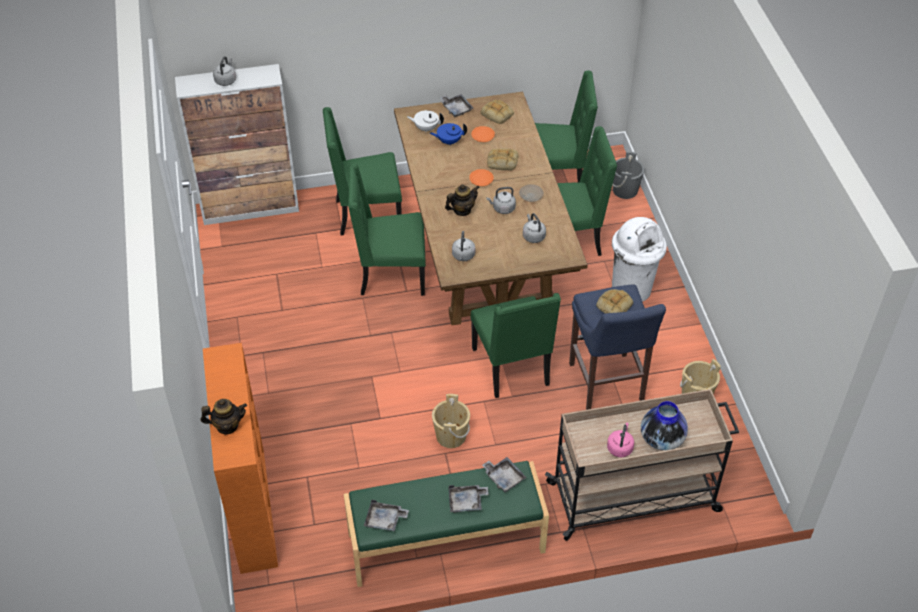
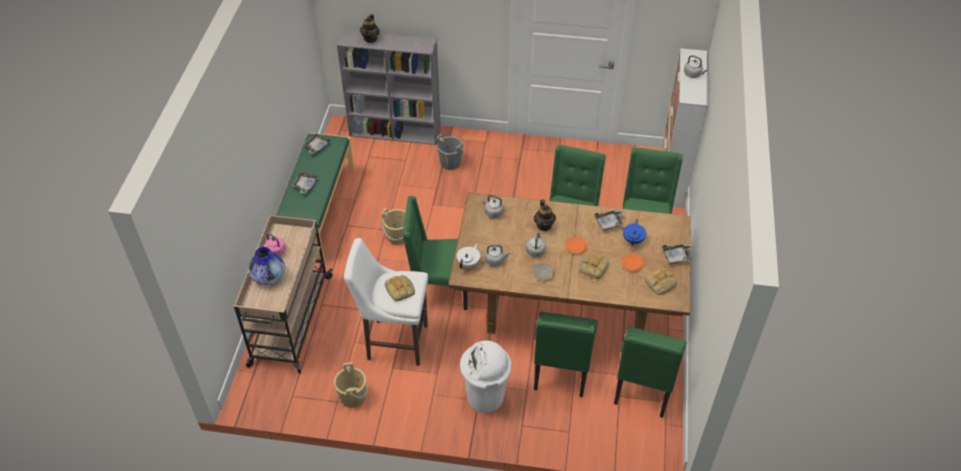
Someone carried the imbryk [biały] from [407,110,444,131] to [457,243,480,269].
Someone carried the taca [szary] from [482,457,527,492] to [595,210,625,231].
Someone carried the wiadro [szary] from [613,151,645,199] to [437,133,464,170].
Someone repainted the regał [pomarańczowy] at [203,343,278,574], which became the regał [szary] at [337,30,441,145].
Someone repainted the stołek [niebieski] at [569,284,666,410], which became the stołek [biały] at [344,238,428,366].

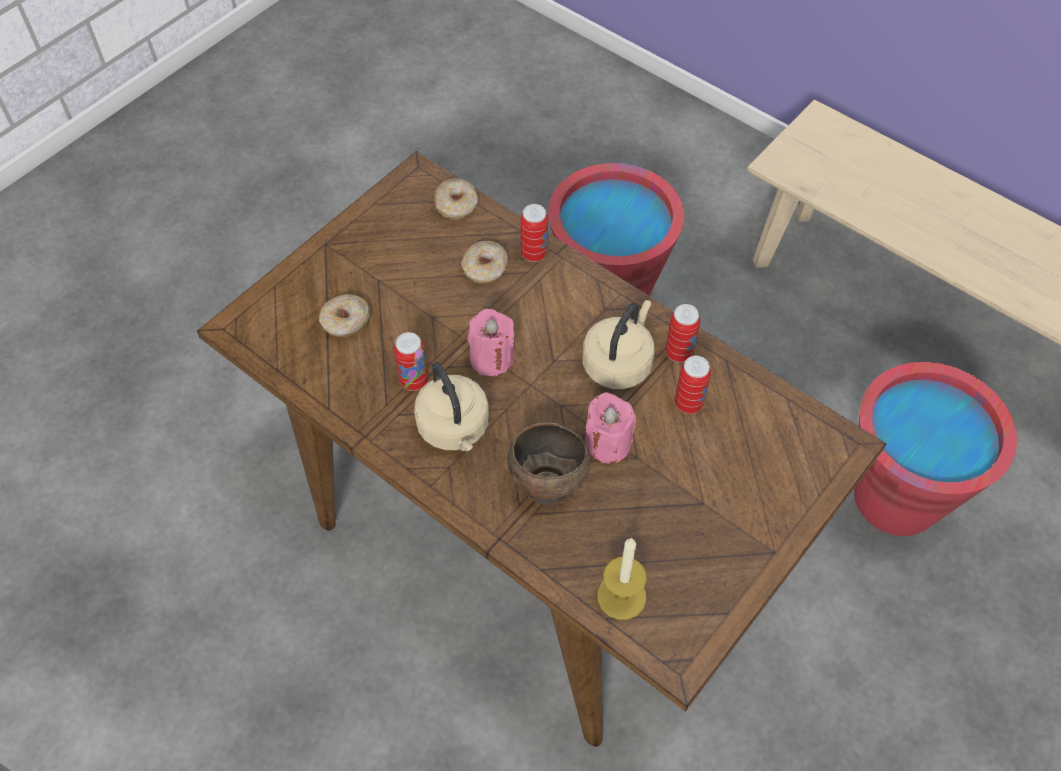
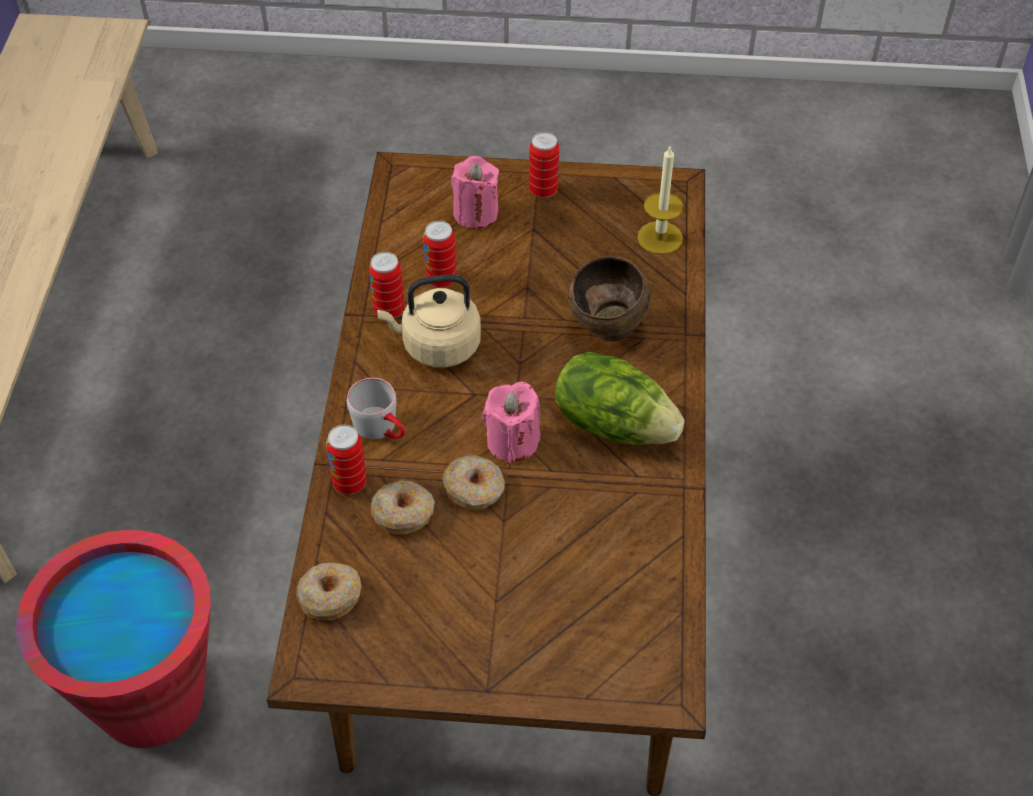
Someone took away the wiadro [czerwony] at [854,362,1017,536].
Someone put down the kubek [szary] at [347,378,405,440].
Someone carried the donut from [319,294,370,337] to [442,455,505,510].
Someone carried the puszka from [394,332,428,391] to [529,132,559,198].
Someone carried the świeca [różowy] from [585,392,636,464] to [451,156,499,229].
Someone swapped the czajnik [beżowy] at [414,362,489,451] for the sałata at [555,352,685,445].

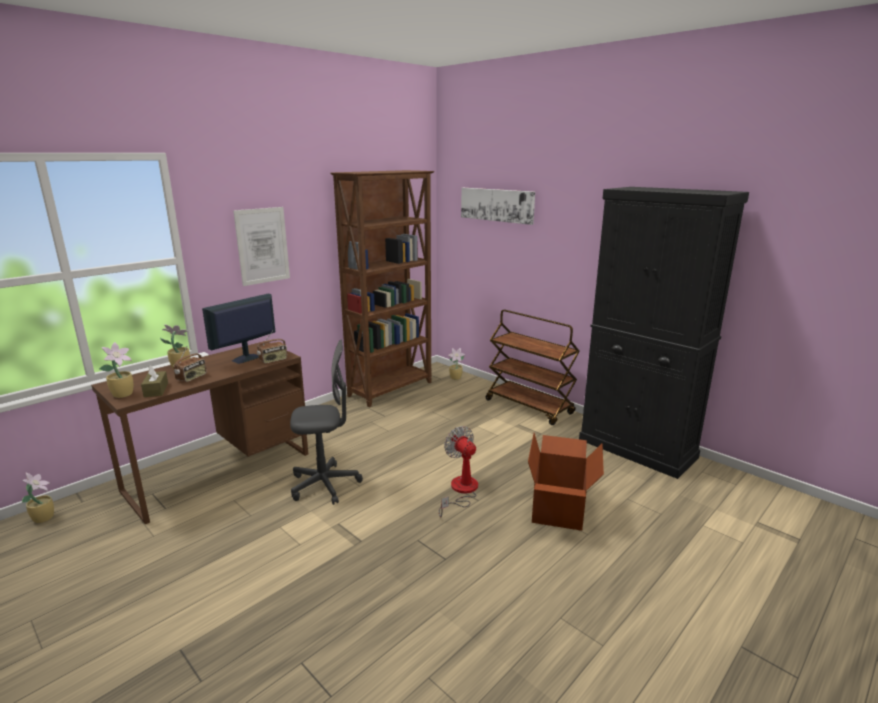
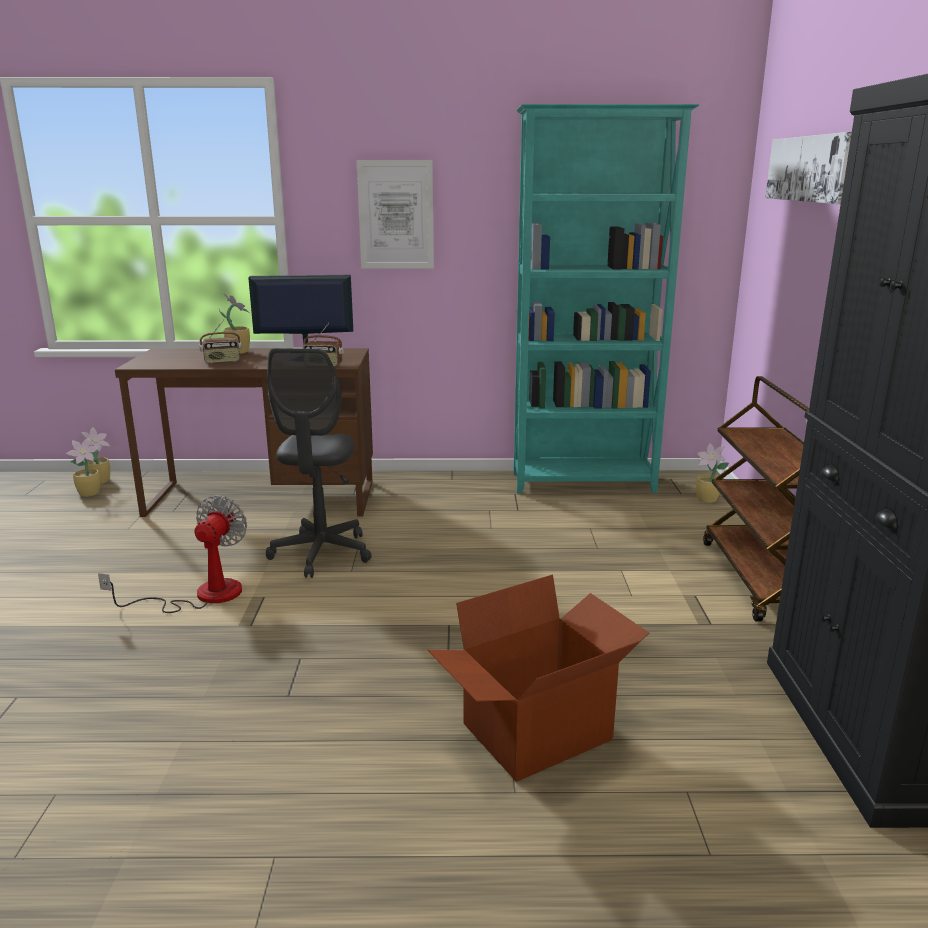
Someone took away the pudełko chusteczek [brązowy] at [141,365,168,397].
Someone carried the roślina doniczkowa from [99,342,133,398] to [66,438,100,497].
Someone carried the wentylator from [439,426,478,517] to [98,495,247,613].
Someone repainted the regał [brązowy] at [330,170,435,407], which became the regał [turkusowy] at [513,104,699,493].
Someone rotated the krzesło biurowe [szary] at [290,339,363,505] by 60 degrees clockwise.

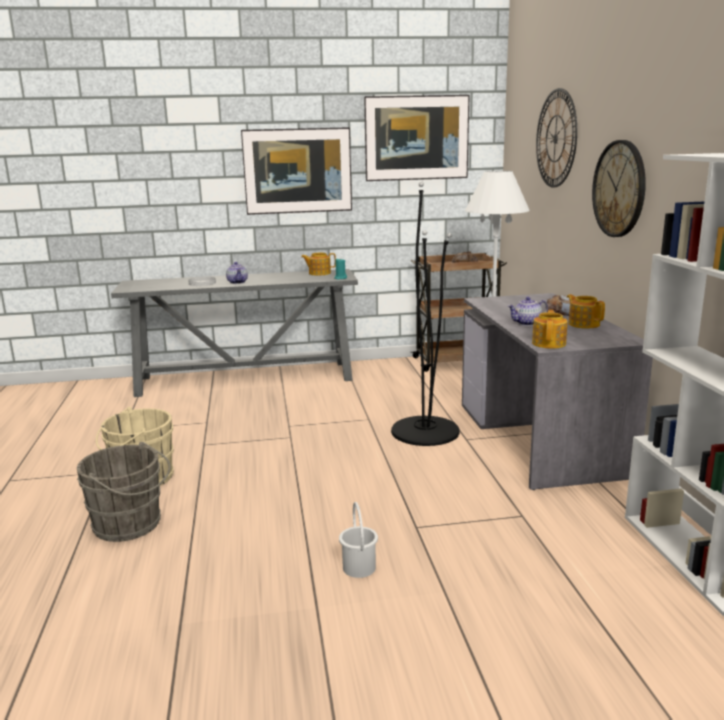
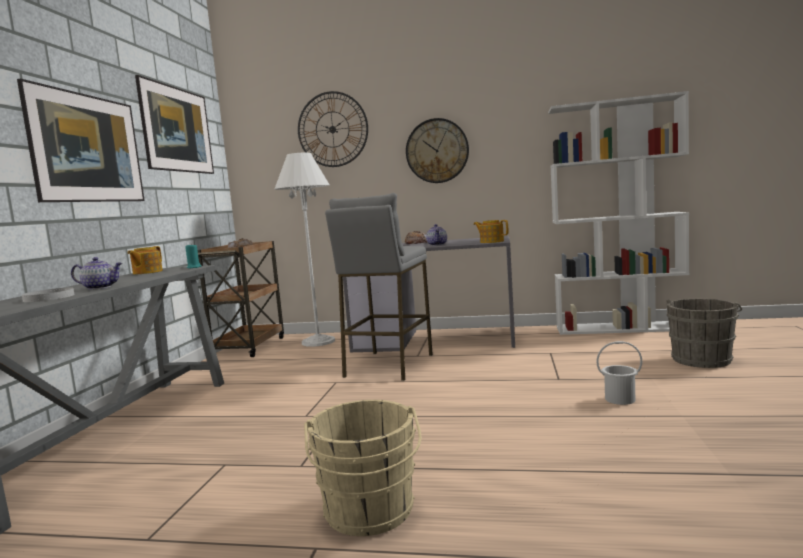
Someone took away the imbryk at [567,294,605,329].
Someone carried the wiadro [szary] from [77,442,171,542] to [666,299,742,368].
Someone swapped the lampa stojąca [czarny] at [391,182,460,446] for the stołek [szary] at [325,193,433,381].

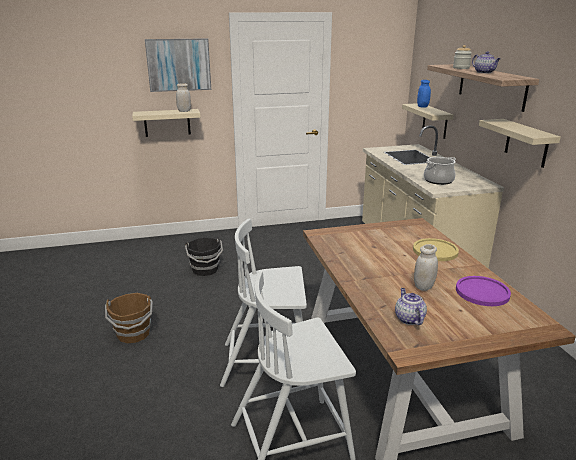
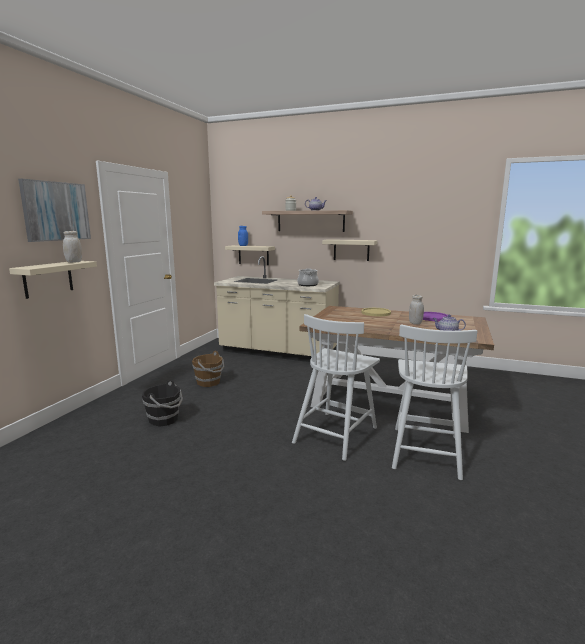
Someone carried the wiadro [brązowy] from [105,293,153,343] to [192,351,224,387].

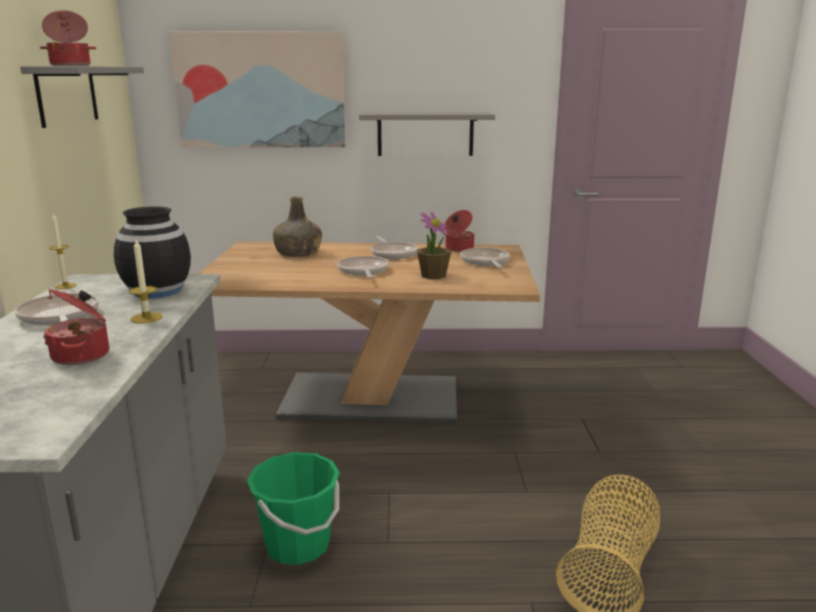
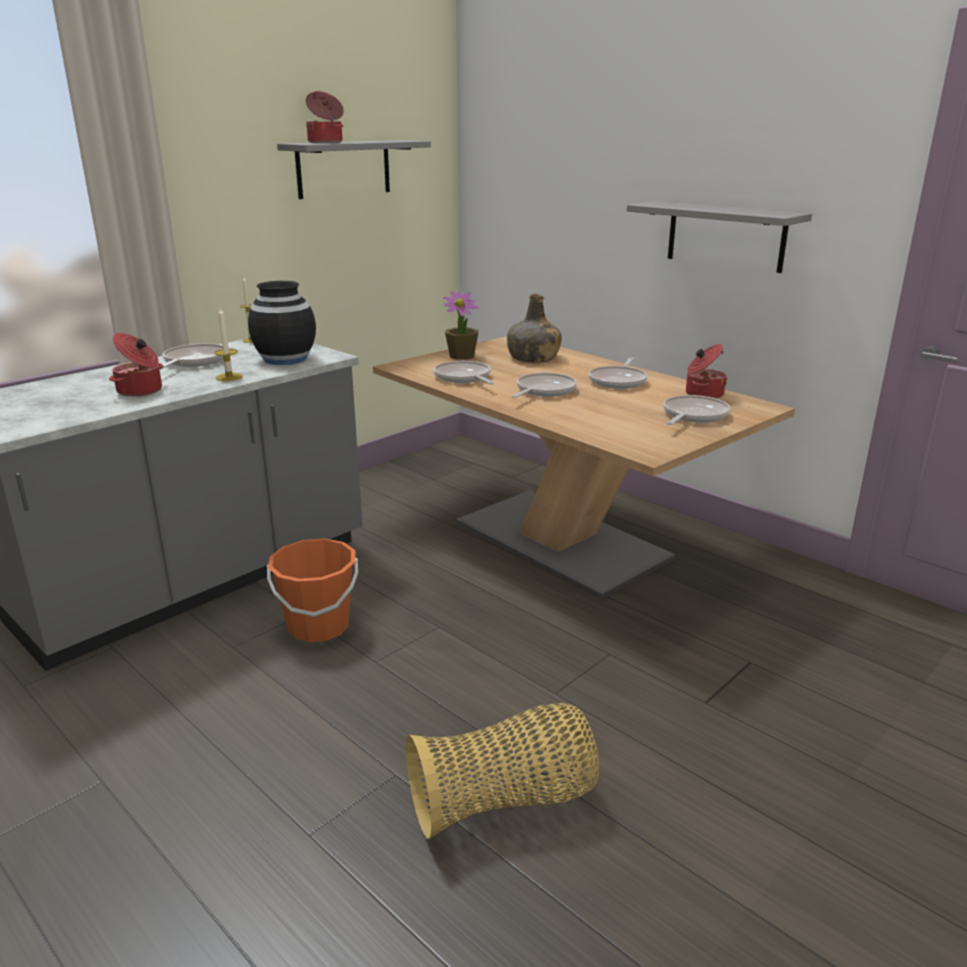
Someone took away the obraz at [169,31,346,148].
Someone put down the patelnia at [434,361,494,384].
Someone carried the roślina doniczkowa from [417,212,451,279] to [443,291,479,360].
Someone repainted the wiadro [zielony] at [247,452,340,565], which became the wiadro [pomarańczowy] at [267,538,358,642].

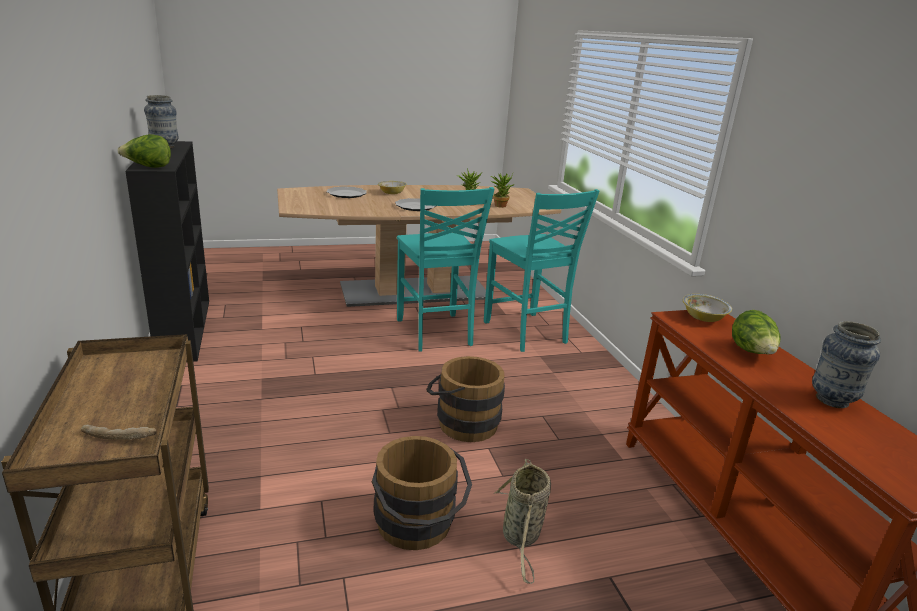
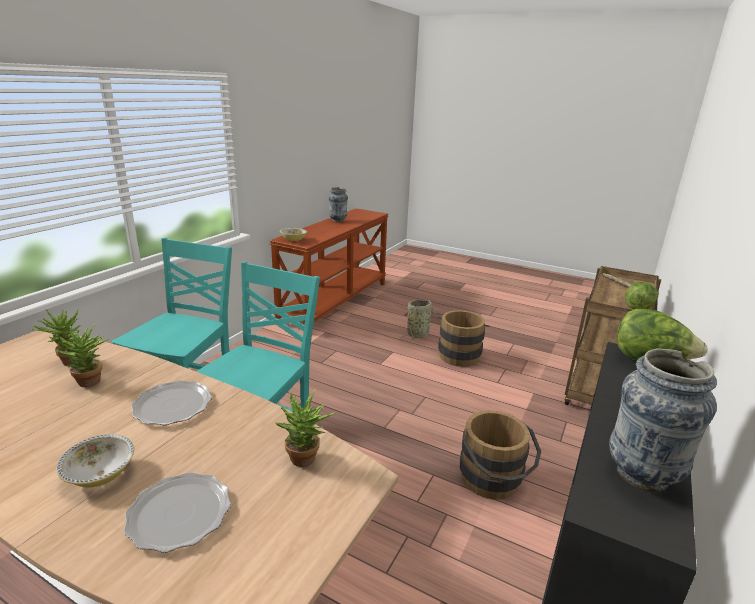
Someone put down the roślina doniczkowa at [275,389,335,467].
Someone carried the wiadro [brązowy] from [426,356,505,442] to [460,410,541,500].
Someone carried the sałata from [732,310,781,354] to [625,281,658,310].

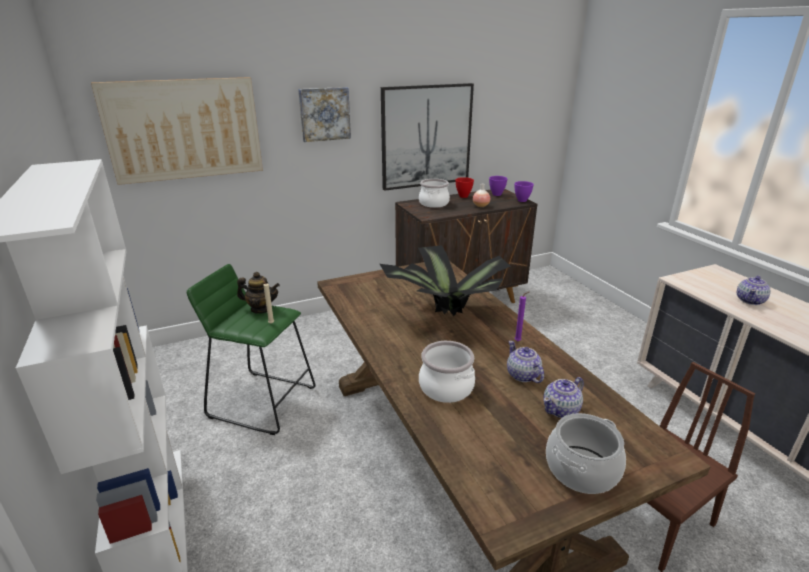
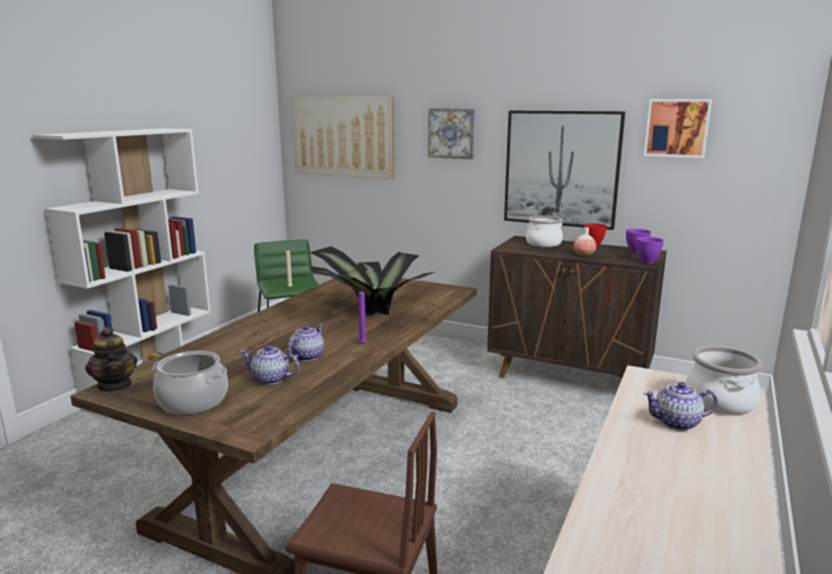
Someone put up the obraz at [644,99,712,158].
Someone carried the imbryk from [237,272,280,314] to [85,327,138,392].
Someone carried the garnek from [419,341,475,403] to [686,346,762,415].

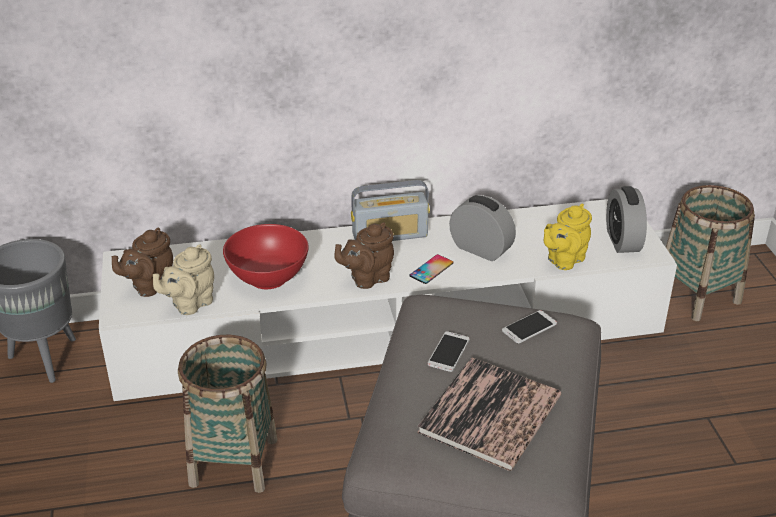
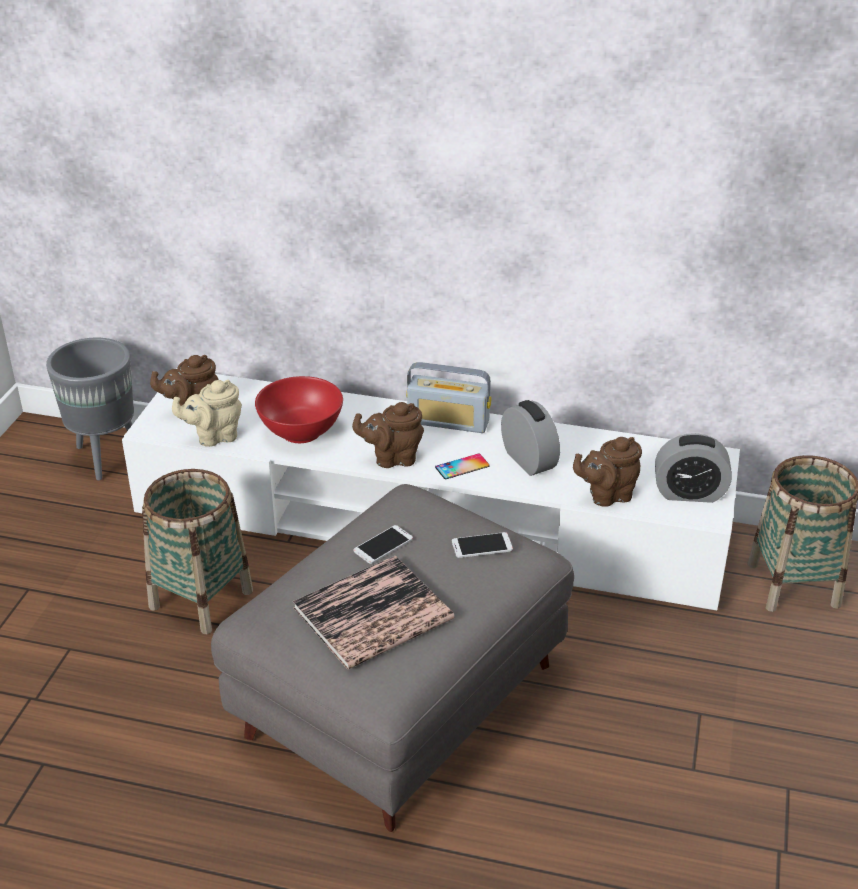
Someone repainted the imbryk [żółty] at [544,203,592,270], which became the imbryk [brązowy] at [573,437,642,507].
Someone rotated the budzik at [606,186,647,253] by 105 degrees counterclockwise.

